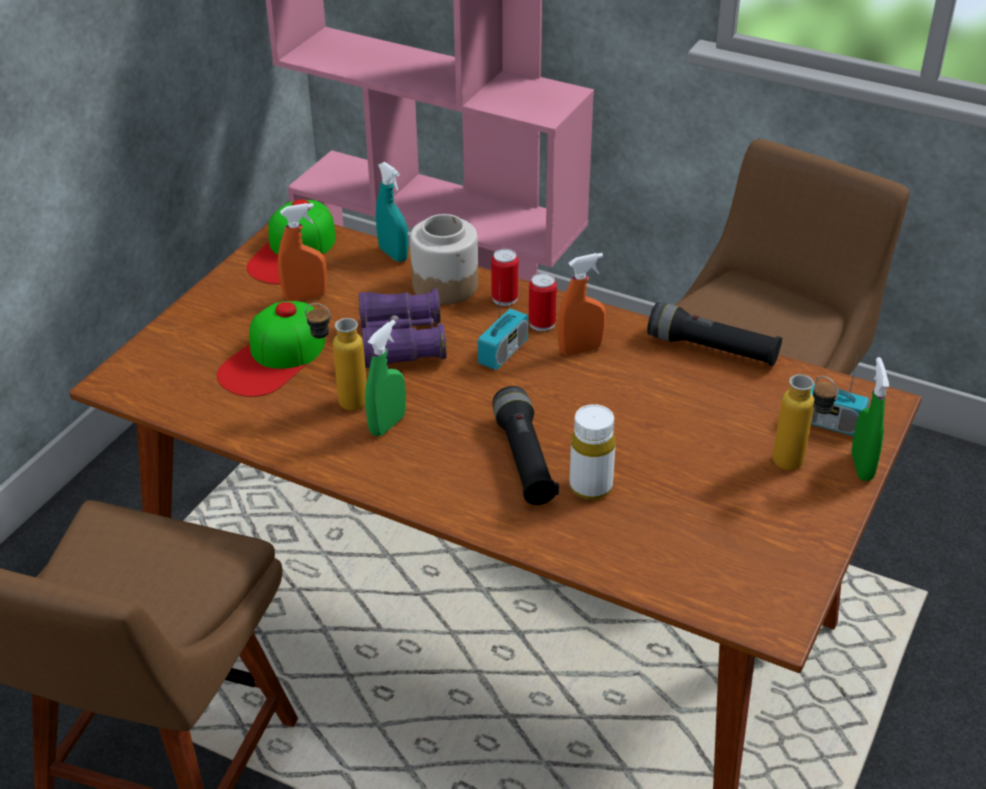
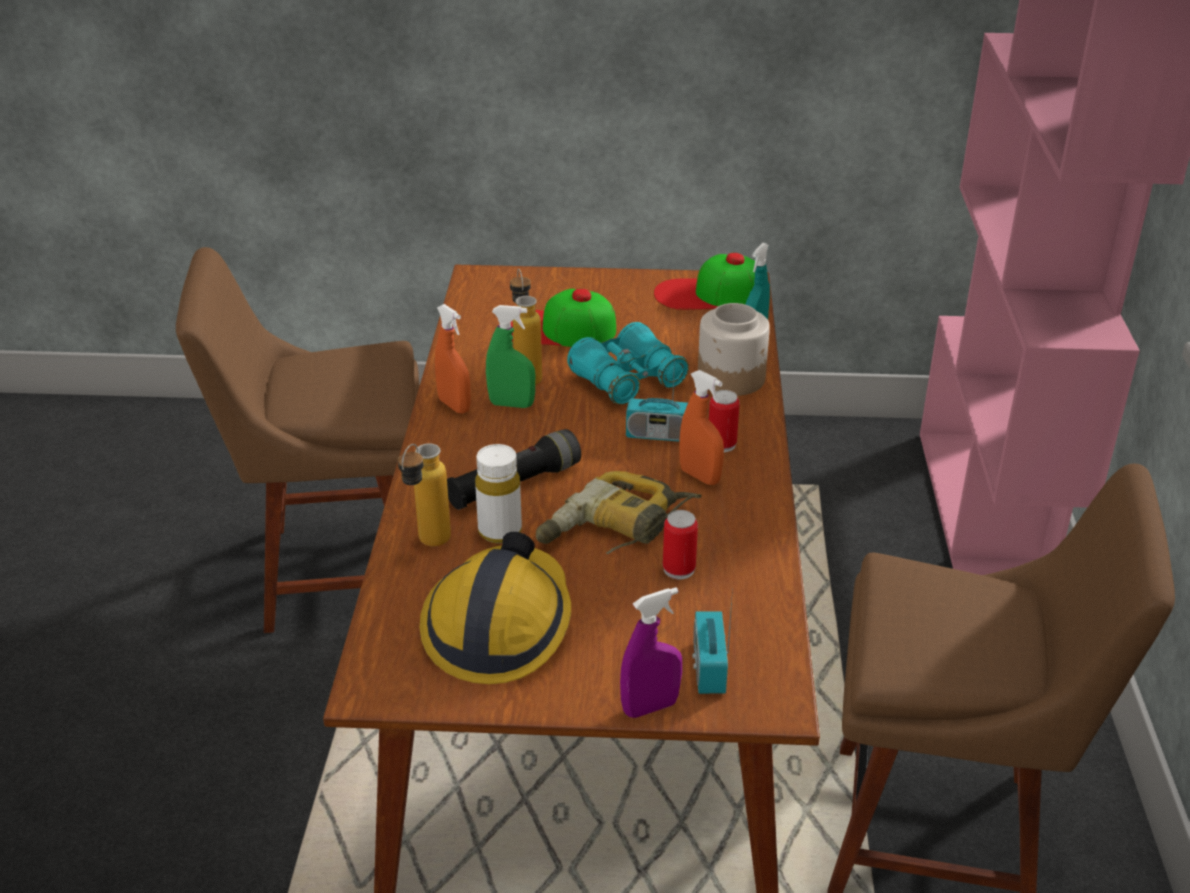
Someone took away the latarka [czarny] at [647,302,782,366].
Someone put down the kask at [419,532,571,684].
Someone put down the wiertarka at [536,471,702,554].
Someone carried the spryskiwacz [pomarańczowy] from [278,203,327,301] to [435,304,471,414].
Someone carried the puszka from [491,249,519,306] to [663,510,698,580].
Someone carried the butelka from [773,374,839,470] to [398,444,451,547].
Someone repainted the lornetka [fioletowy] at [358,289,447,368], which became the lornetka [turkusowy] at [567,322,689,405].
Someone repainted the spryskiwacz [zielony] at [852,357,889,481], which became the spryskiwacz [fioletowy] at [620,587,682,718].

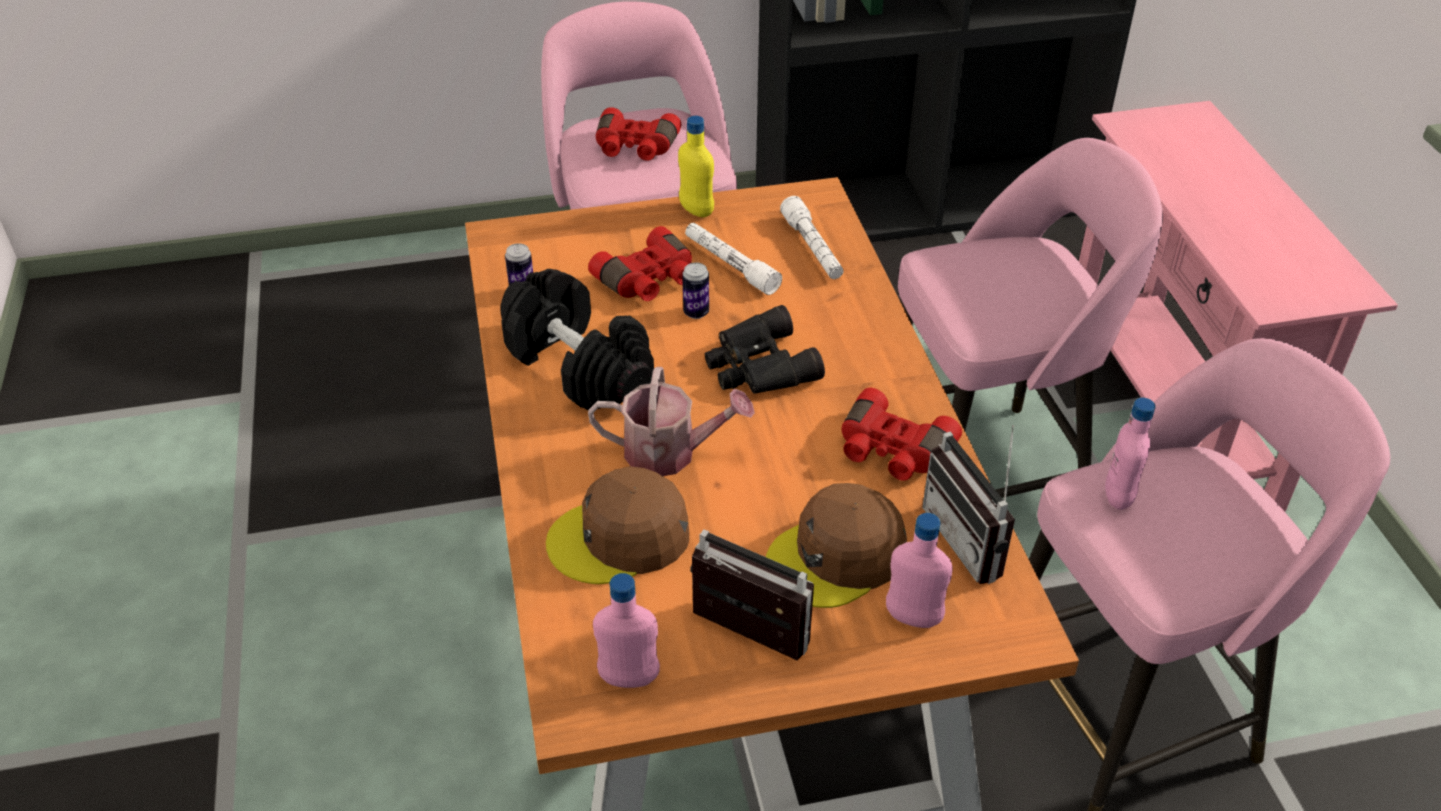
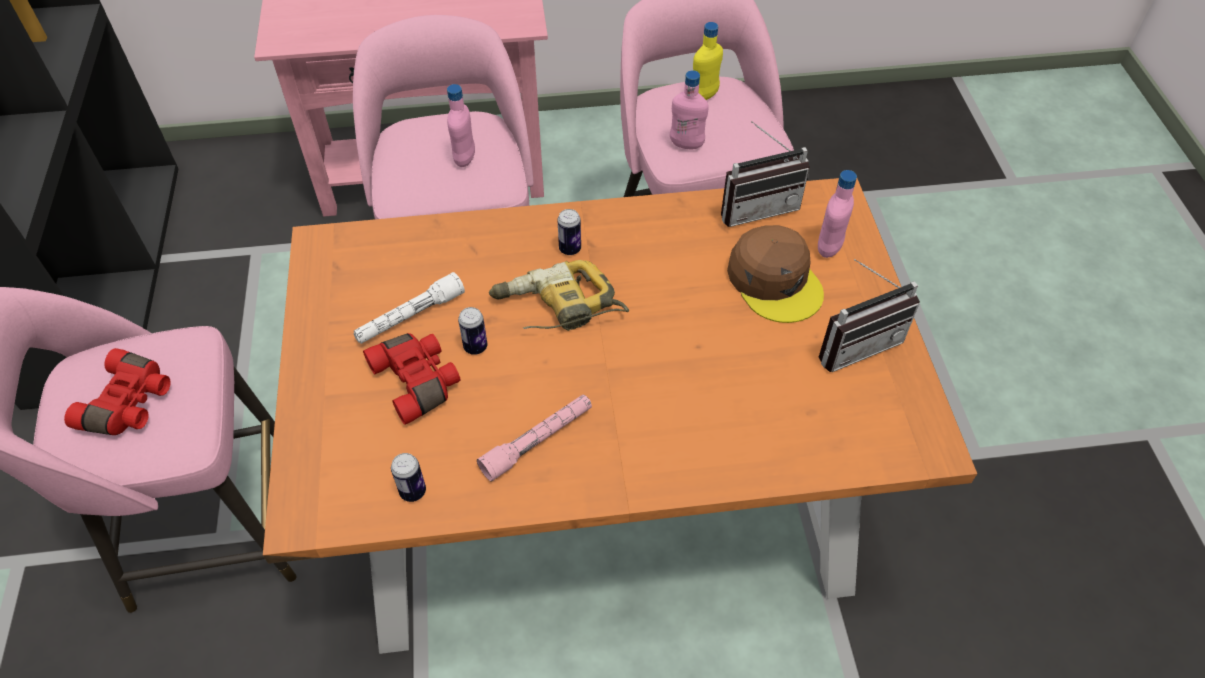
Someone took away the czapka z daszkiem [brązowy] at [546,466,689,584].
Someone took away the konewka at [588,367,755,476].
Someone took away the latarka [biały] at [780,196,844,279].
Someone took away the lornetka [czerwony] at [842,388,962,481].
Someone put down the puszka at [557,209,581,255].
Someone carried the butelka [różowy] from [593,573,660,688] to [447,84,475,167].
Someone carried the butelka [żółty] from [678,116,714,217] to [693,22,723,100].
Someone swapped the hantel [czarny] at [500,269,654,410] for the latarka [różowy] at [477,395,592,482].
Someone swapped the lornetka [czarny] at [705,305,825,394] for the wiertarka at [489,260,629,331].
Someone rotated the radio at [690,529,814,660] by 150 degrees counterclockwise.

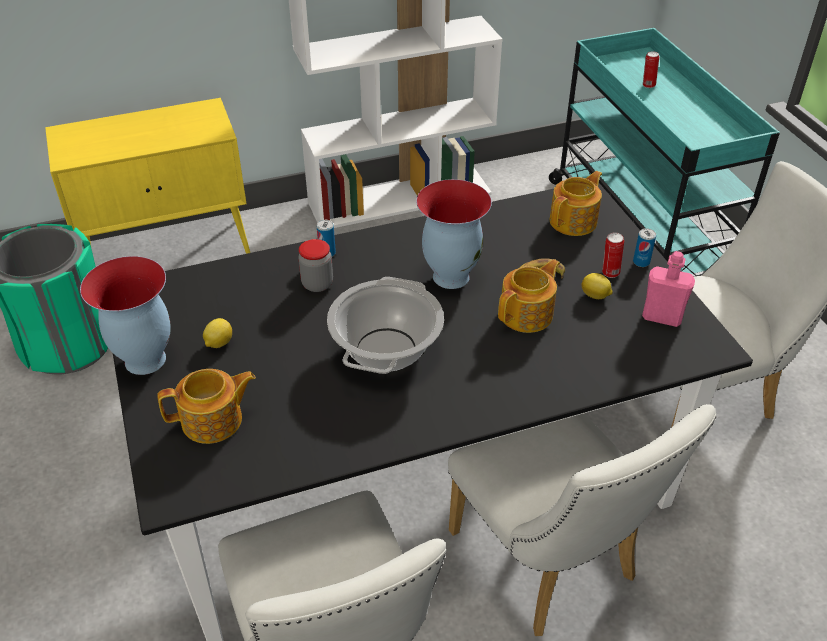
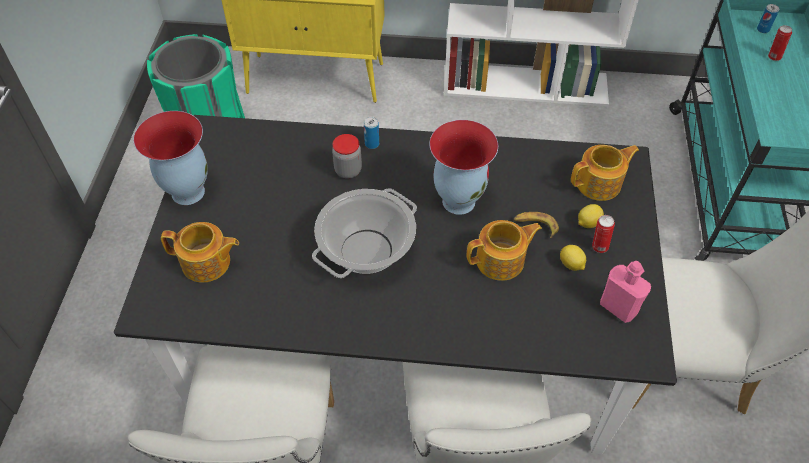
Someone carried the cytryna from [203,318,232,348] to [578,204,604,228].
Someone carried the puszka from [633,228,656,267] to [757,4,779,33].

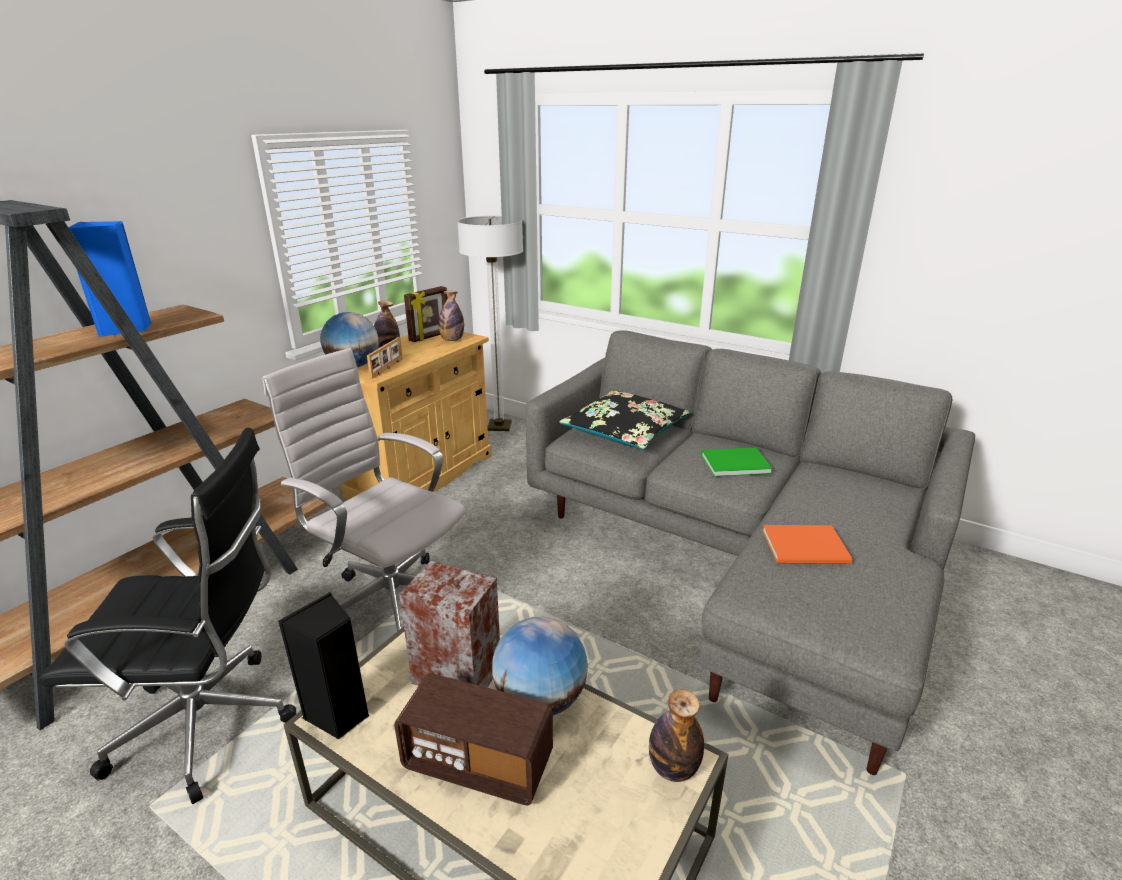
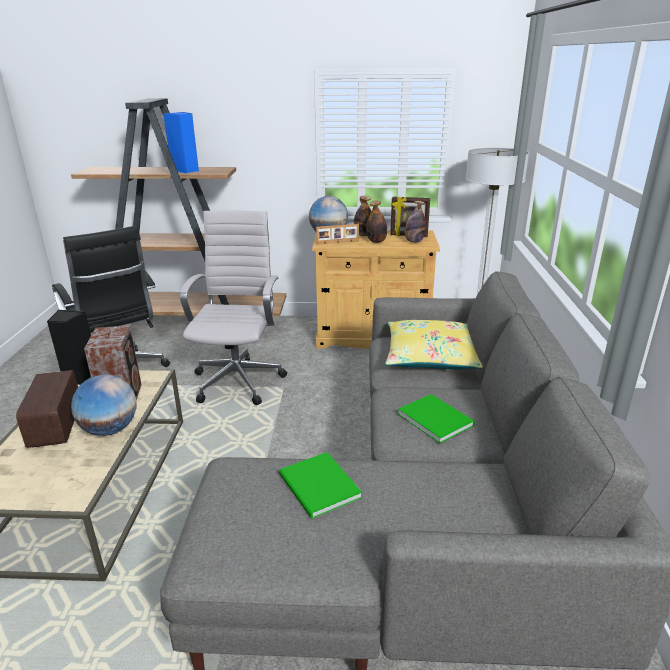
Someone carried the butelka from [649,689,704,782] to [366,201,387,243].
Someone repainted the poduszka [czarny] at [559,391,691,450], which became the poduszka [żółty] at [385,320,483,369].
Someone repainted the książka [pomarańczowy] at [762,525,852,564], which became the książka [zielony] at [279,452,362,519].

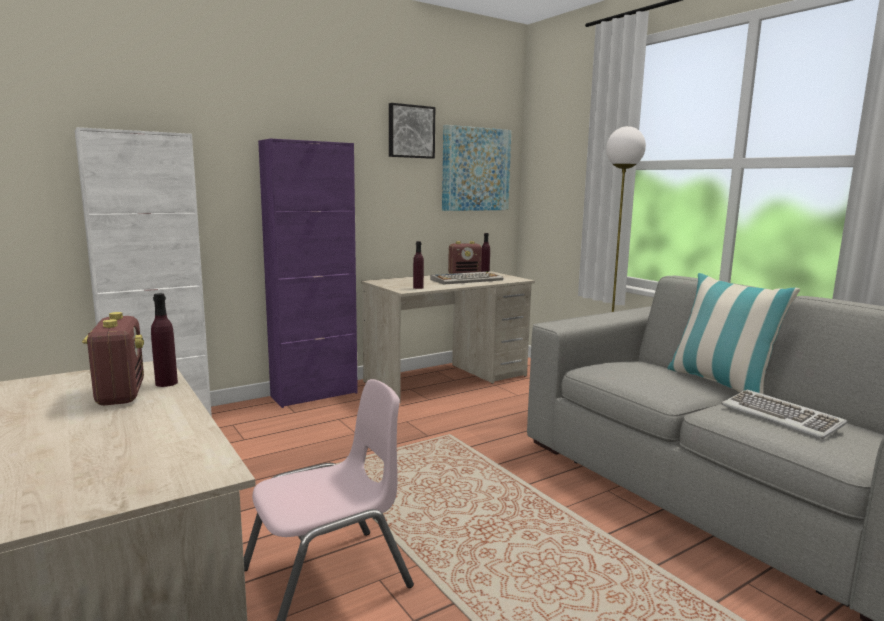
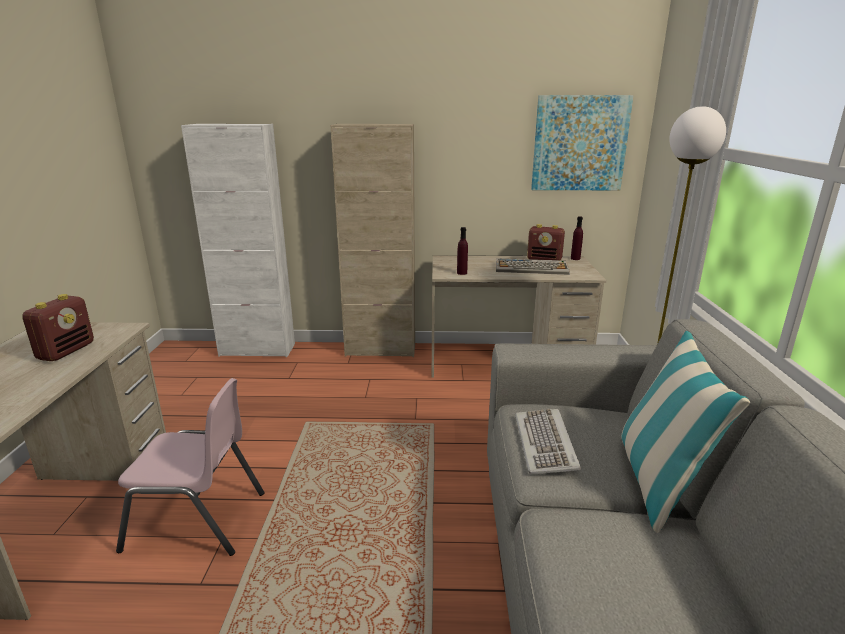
Someone took away the butelka [fioletowy] at [151,293,178,387].
Someone took away the obraz at [389,103,435,159].
Someone carried the klawiatura from [721,389,848,439] to [515,409,581,474].
Someone repainted the szafka [fioletowy] at [258,138,358,408], which became the szafka [beżowy] at [331,124,415,357].

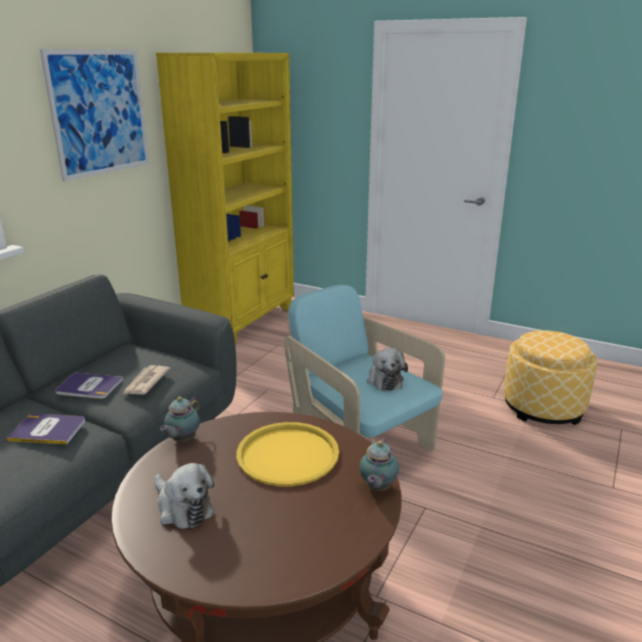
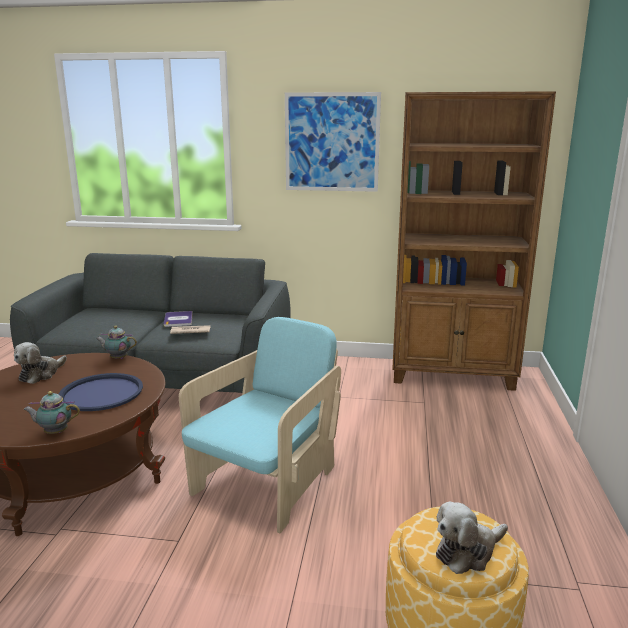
Someone took away the książka at [7,414,85,444].
Someone carried the pluszak from [367,348,408,391] to [436,502,508,574].
Someone repainted the regał [żółty] at [156,53,294,345], which became the regał [brązowy] at [392,91,556,391].
Someone repainted the taca [żółty] at [236,422,339,487], which became the taca [niebieski] at [59,373,143,411].

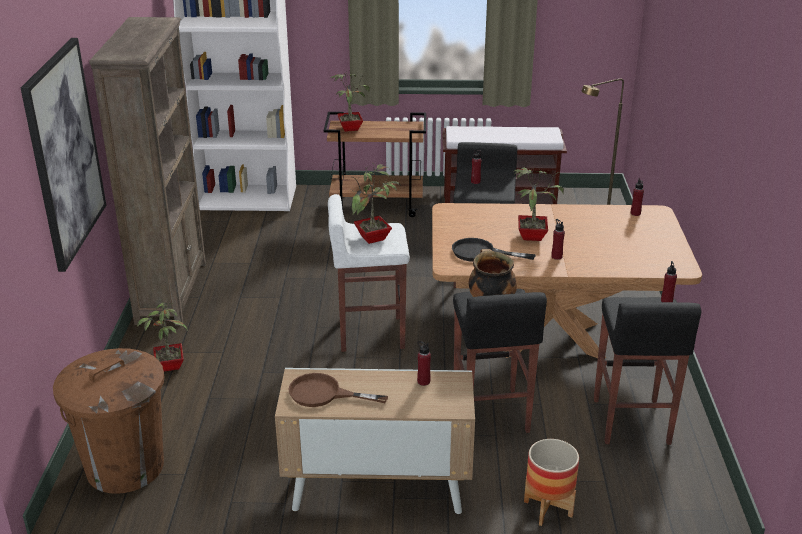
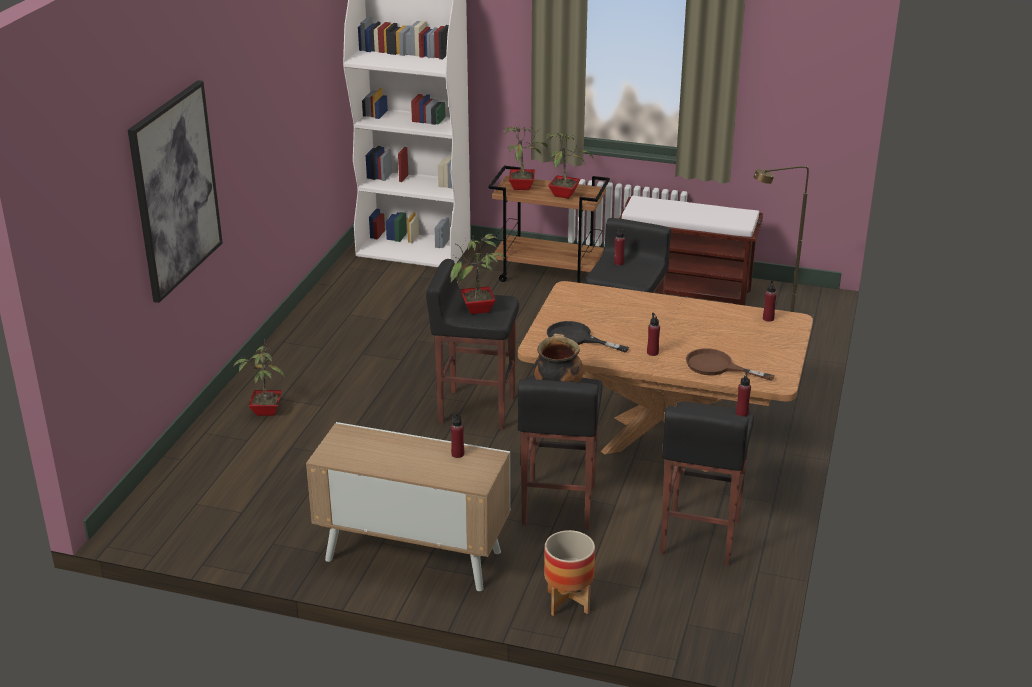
Someone took away the kosz na śmieci [brązowy] at [53,348,164,494].
Someone took away the regał [brązowy] at [89,17,206,326].
Someone carried the patelnia [brązowy] from [288,373,388,407] to [686,349,775,381].
Someone carried the roślina doniczkowa from [513,167,564,241] to [545,130,593,199].
Someone repainted the stołek [biały] at [328,194,410,352], which became the stołek [czarny] at [426,259,519,429].

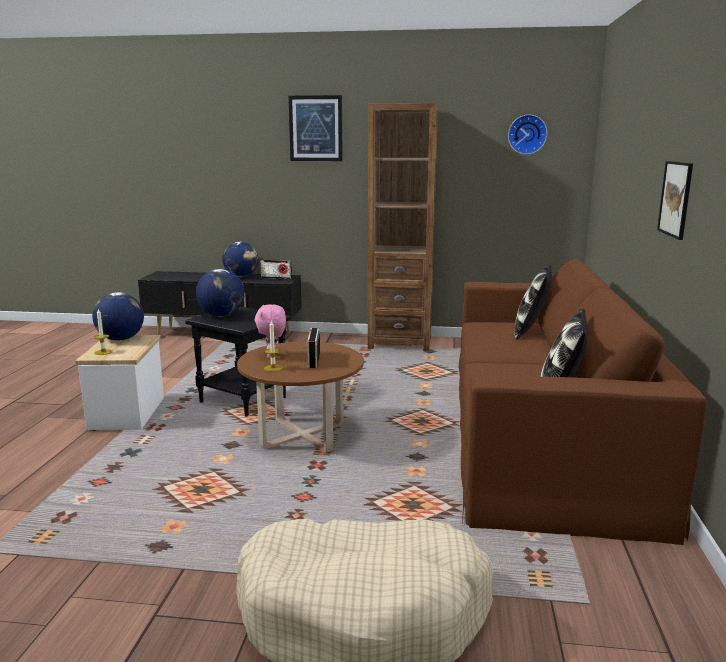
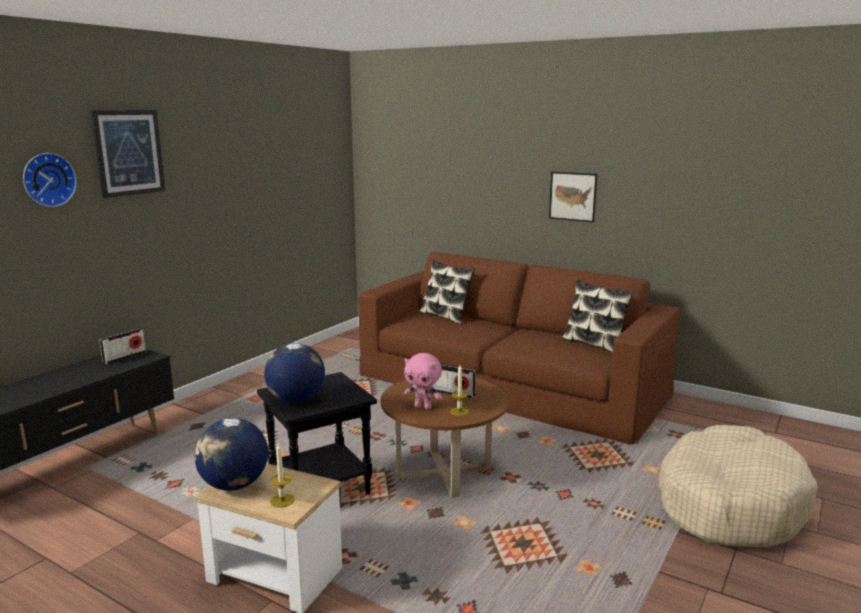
Someone took away the globus at [222,242,258,277].
Someone took away the regał [brązowy] at [368,103,438,351].
Someone carried the zegar ścienny from [508,114,547,155] to [23,153,77,207].

